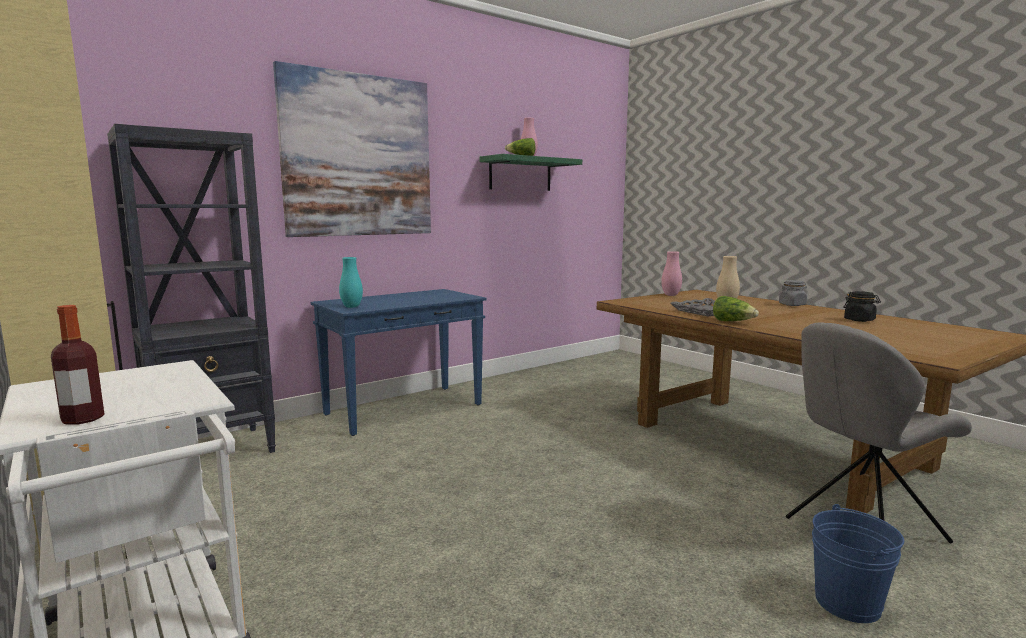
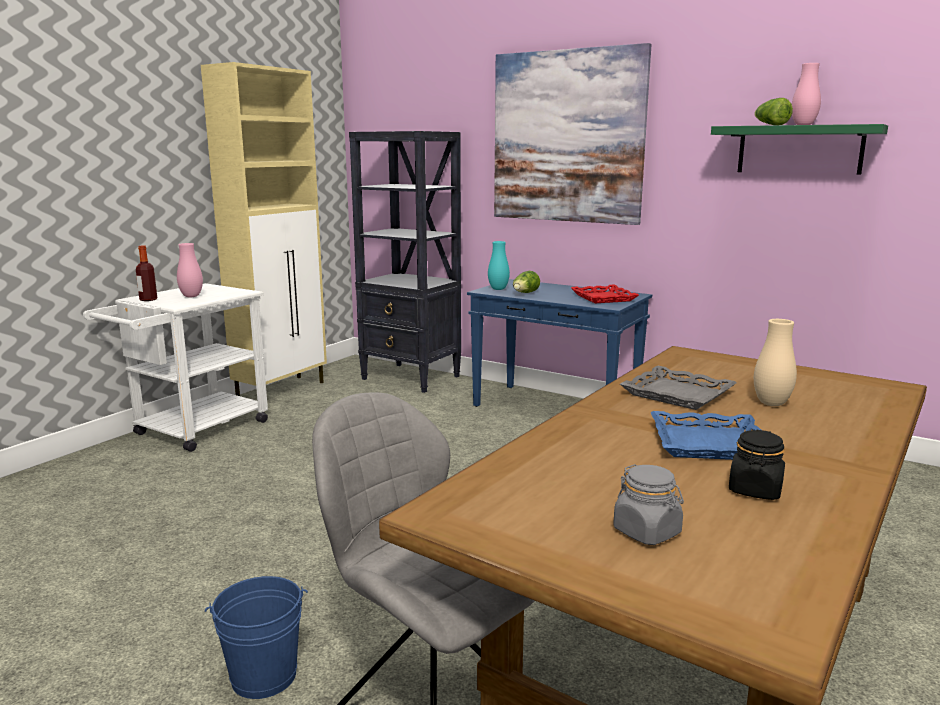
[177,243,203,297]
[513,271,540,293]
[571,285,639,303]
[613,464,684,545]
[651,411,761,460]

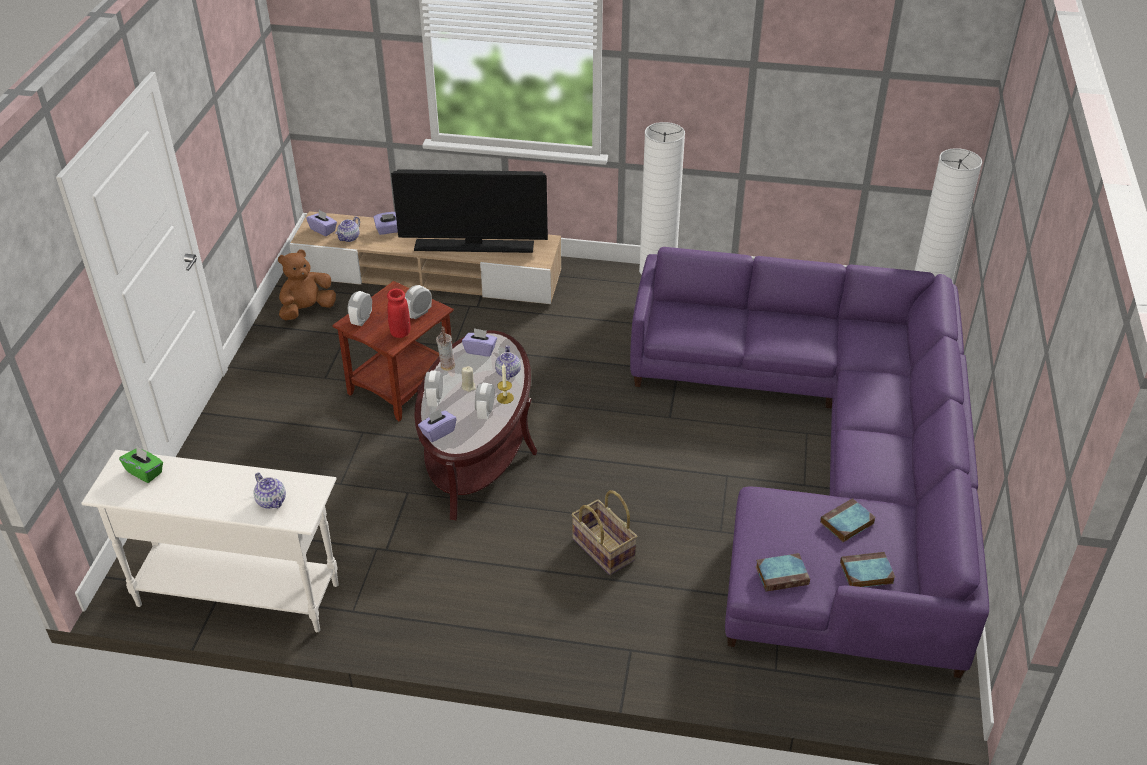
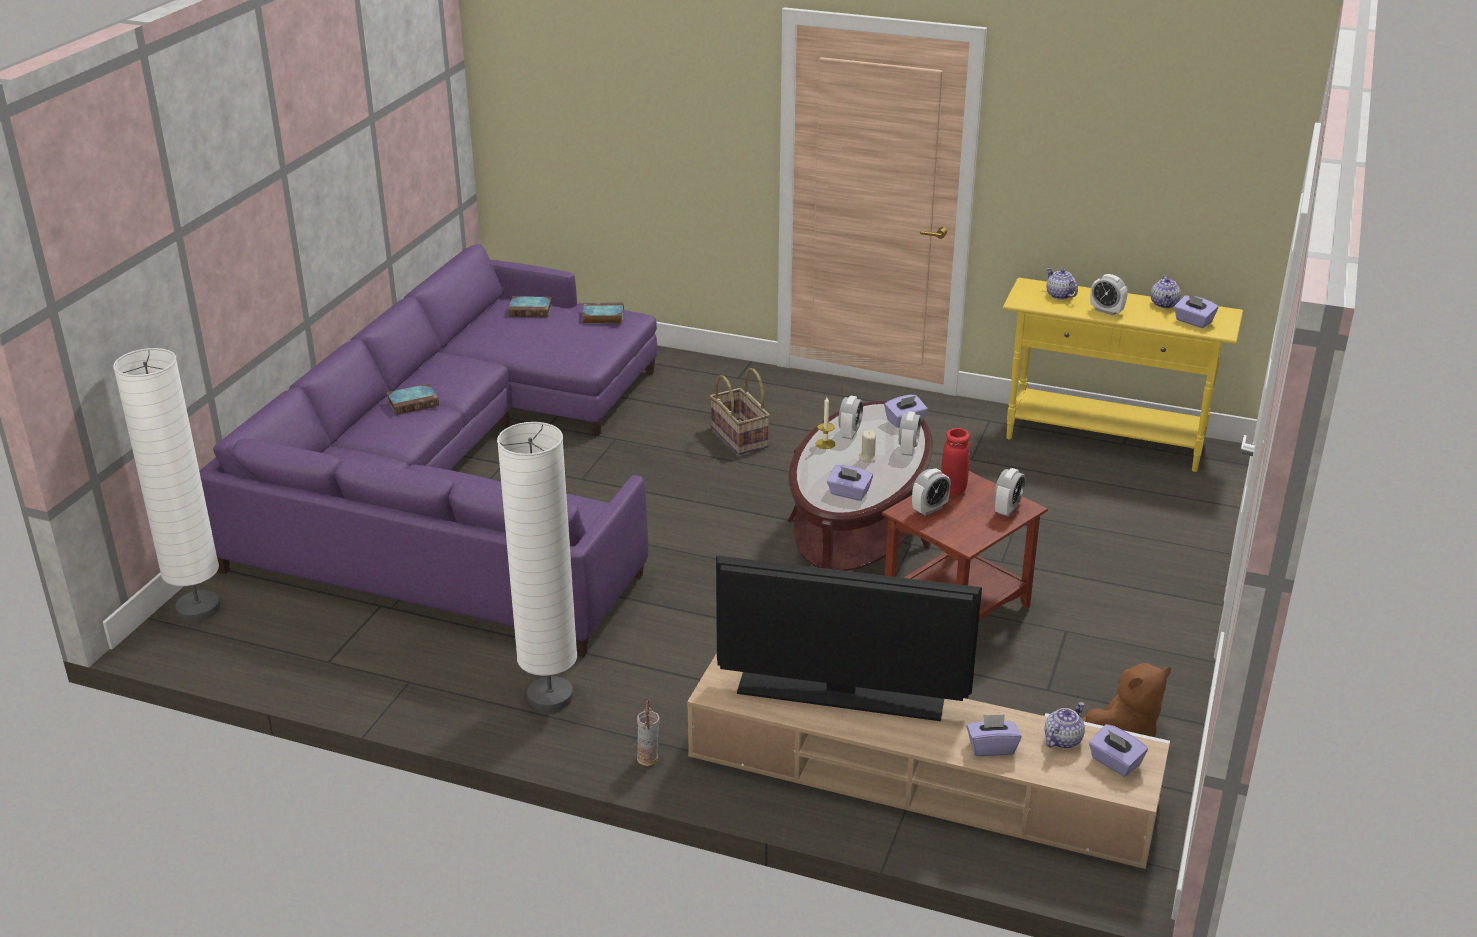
[386,384,439,415]
[637,699,660,766]
[1003,278,1243,472]
[1090,274,1127,316]
[1151,275,1181,308]
[1174,294,1218,328]

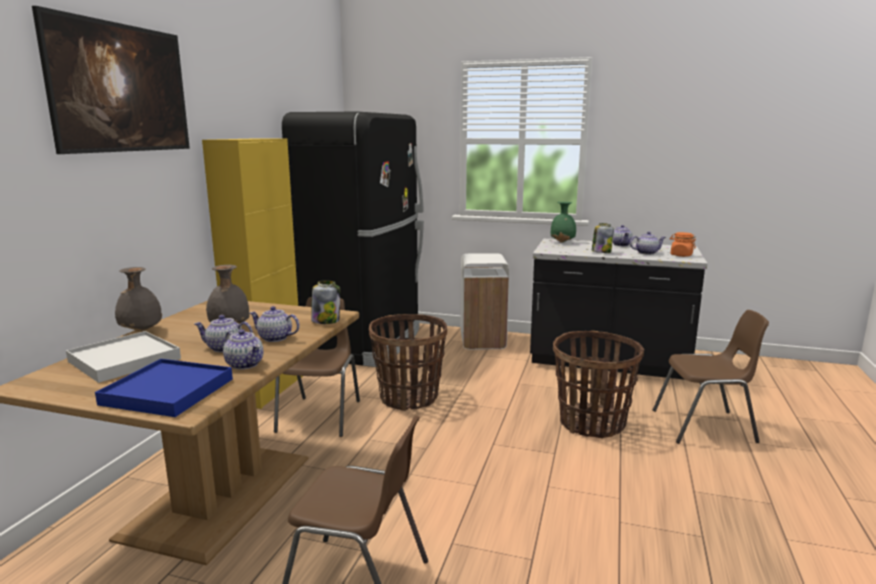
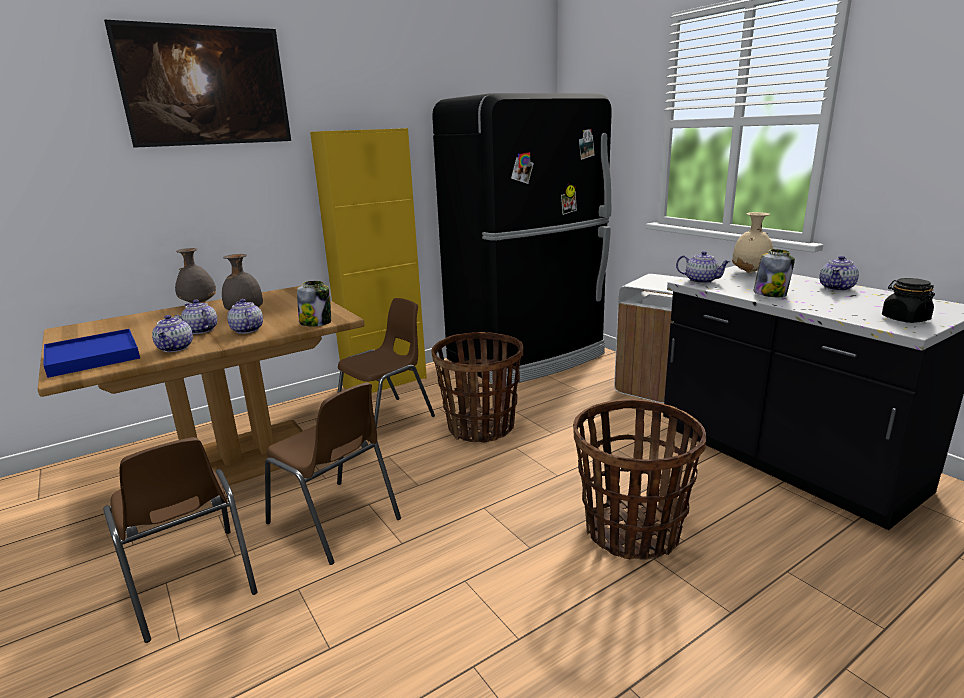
[265,382,401,565]
[676,251,731,284]
[732,212,774,273]
[882,278,935,323]
[66,331,181,383] (first image)

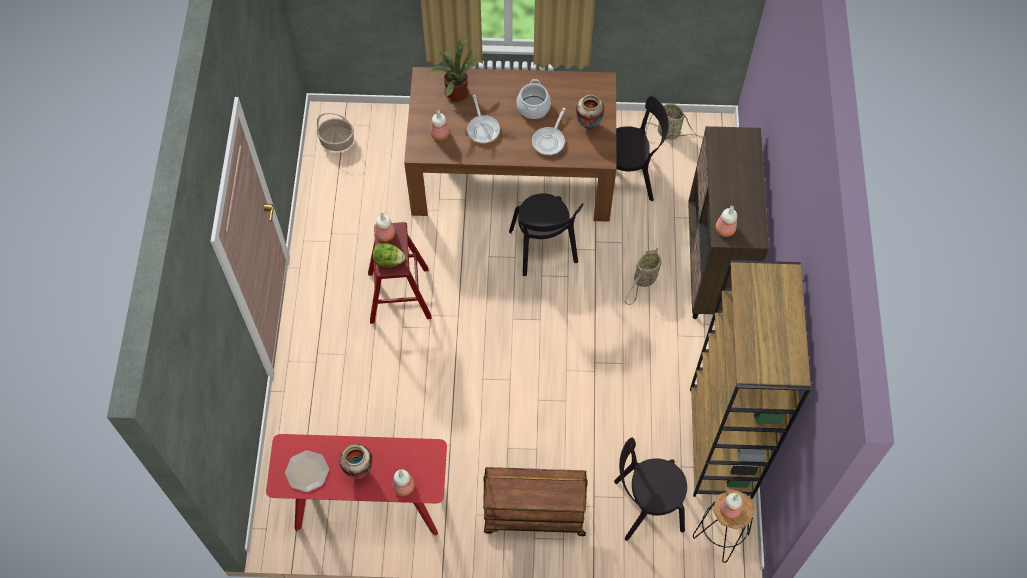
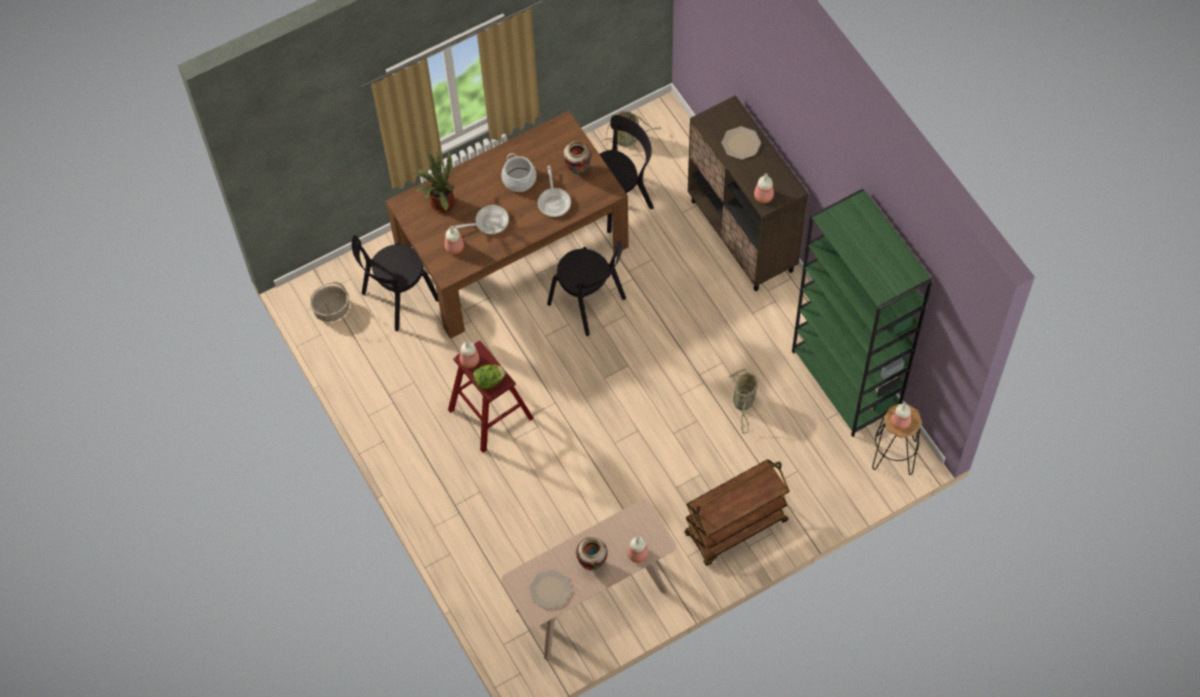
[351,235,438,332]
[453,205,509,234]
[501,500,676,660]
[722,126,761,160]
[729,368,758,434]
[792,189,933,437]

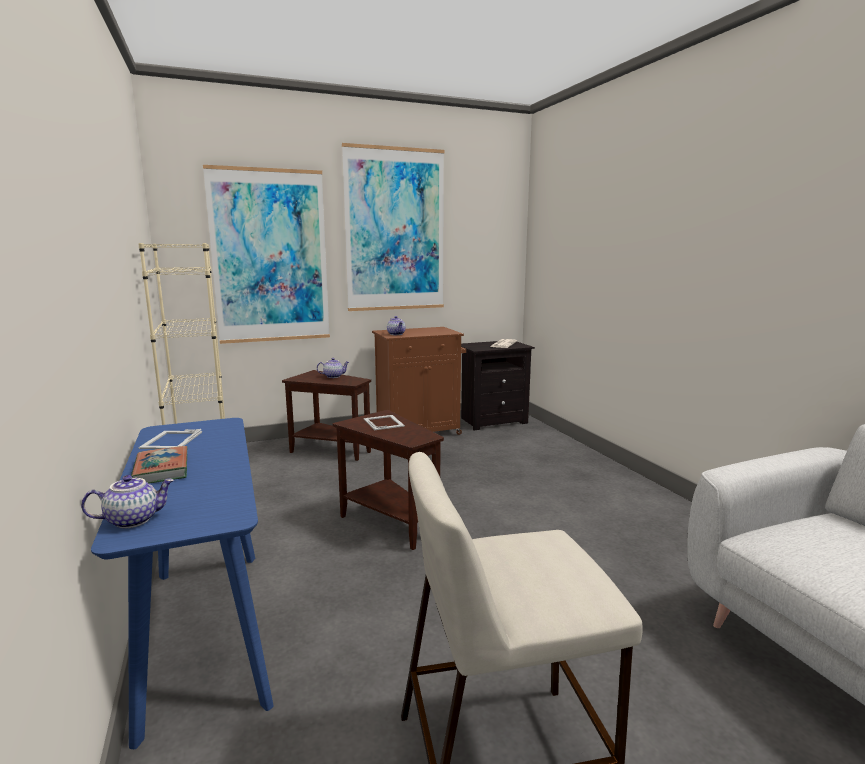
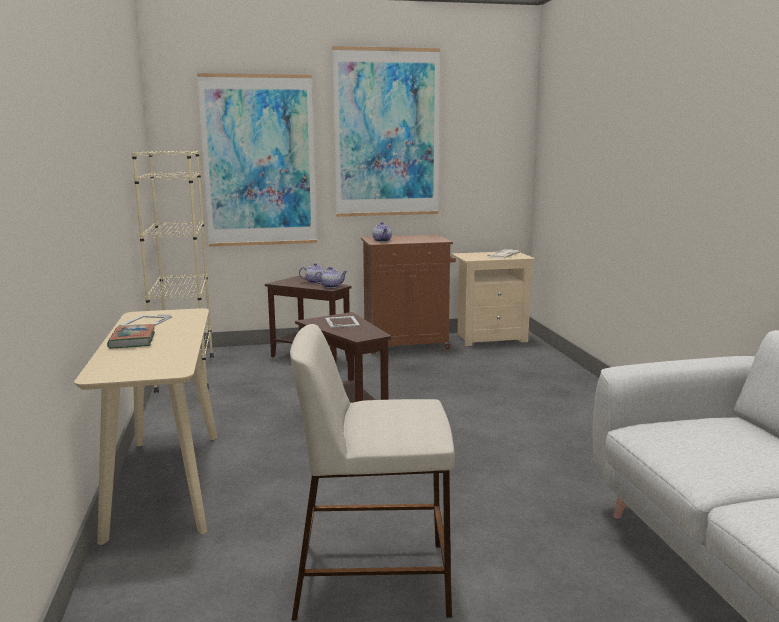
[74,308,217,545]
[314,267,348,288]
[451,252,535,346]

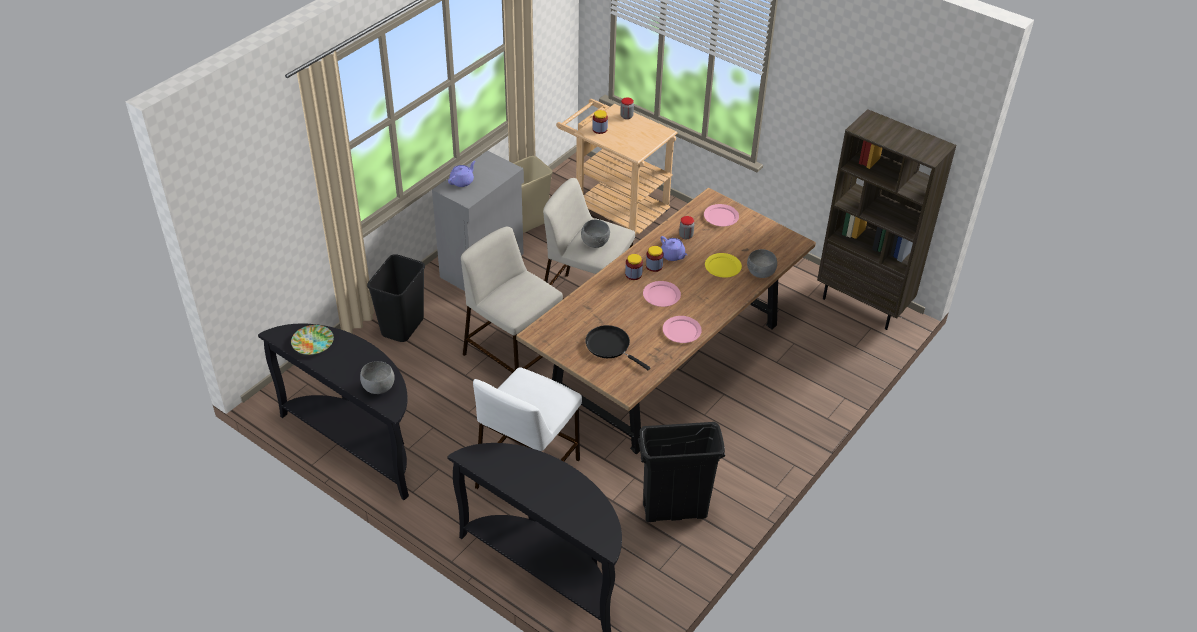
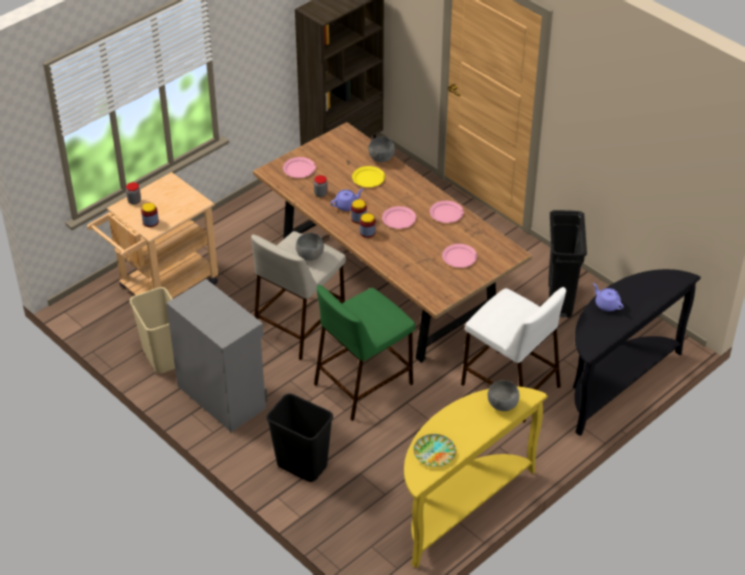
[314,285,415,421]
[404,386,548,568]
[442,244,477,268]
[593,283,624,311]

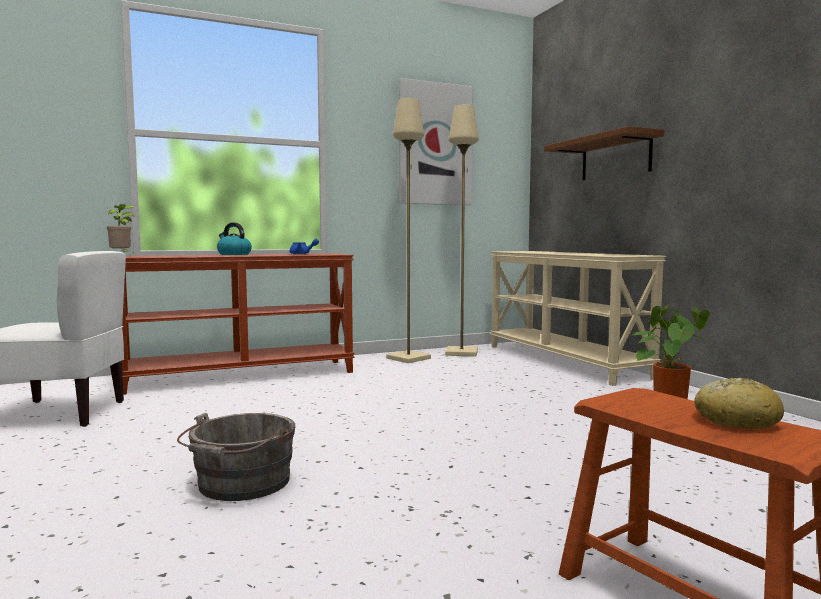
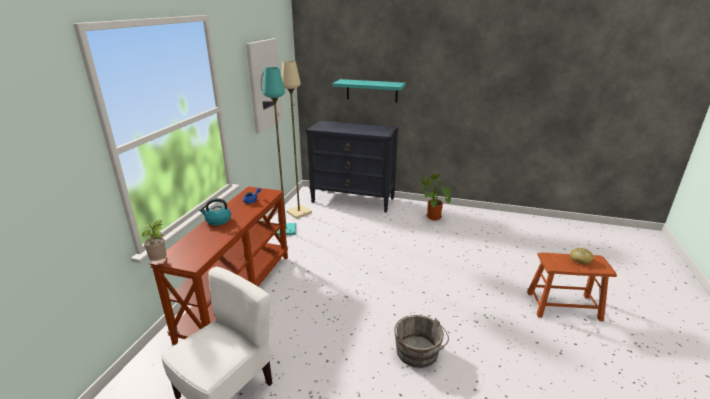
[263,67,296,236]
[306,120,399,213]
[332,79,406,103]

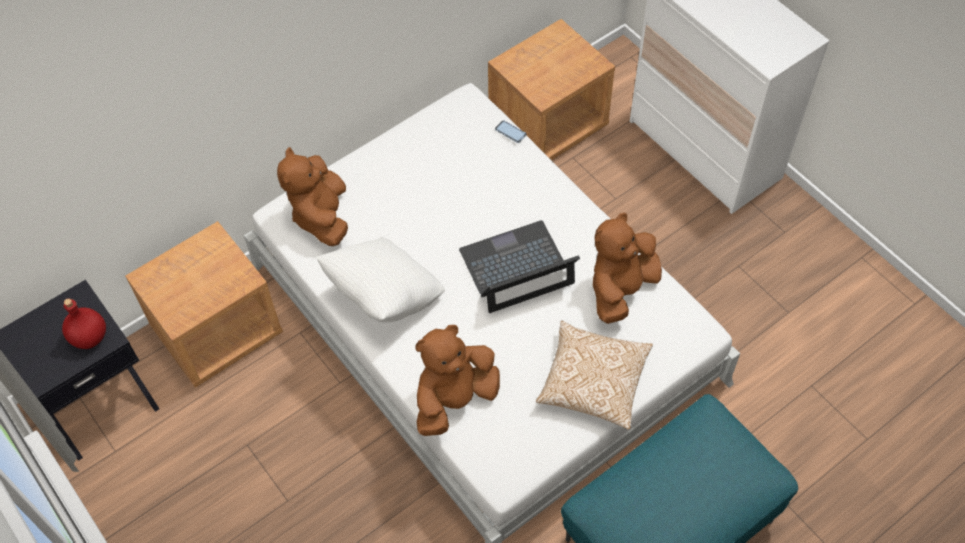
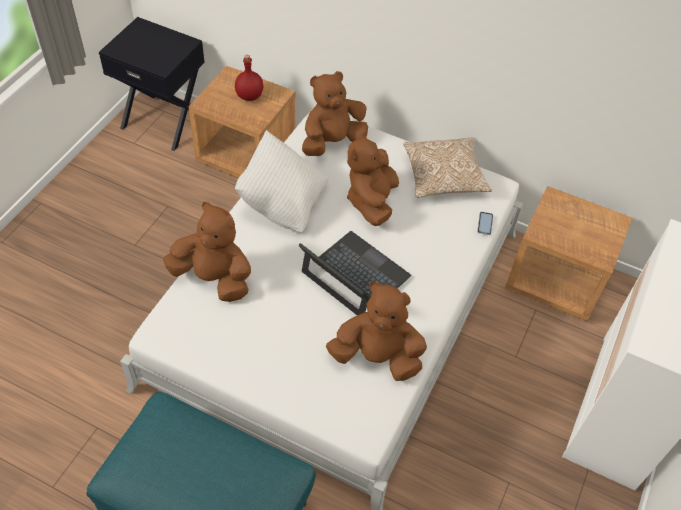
[235,55,263,101]
[347,132,399,226]
[403,138,492,198]

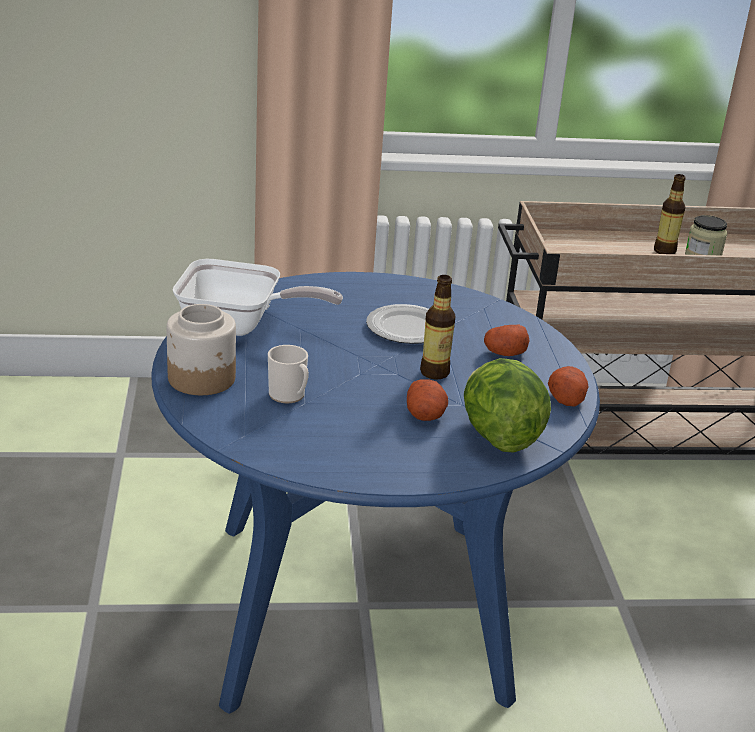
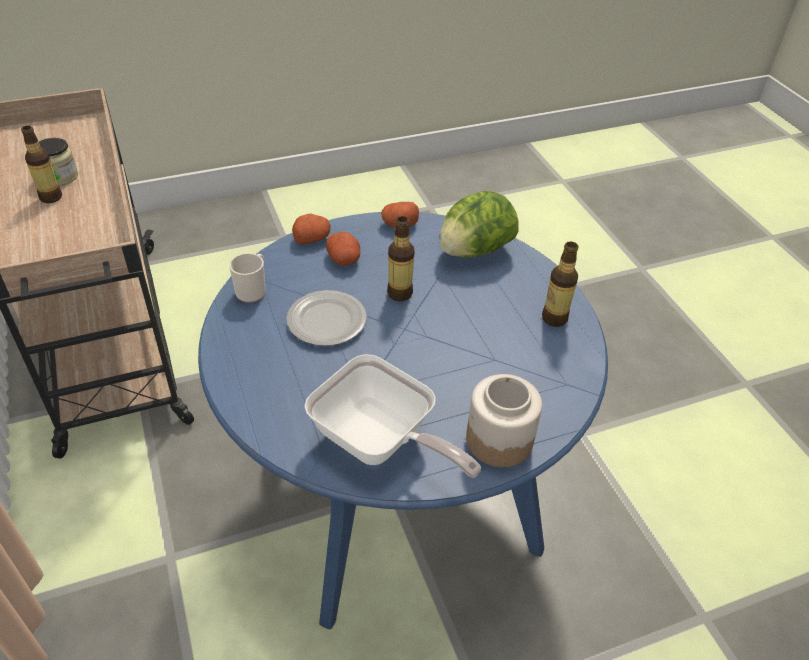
[229,253,266,303]
[292,214,331,244]
[304,354,481,478]
[542,241,579,327]

